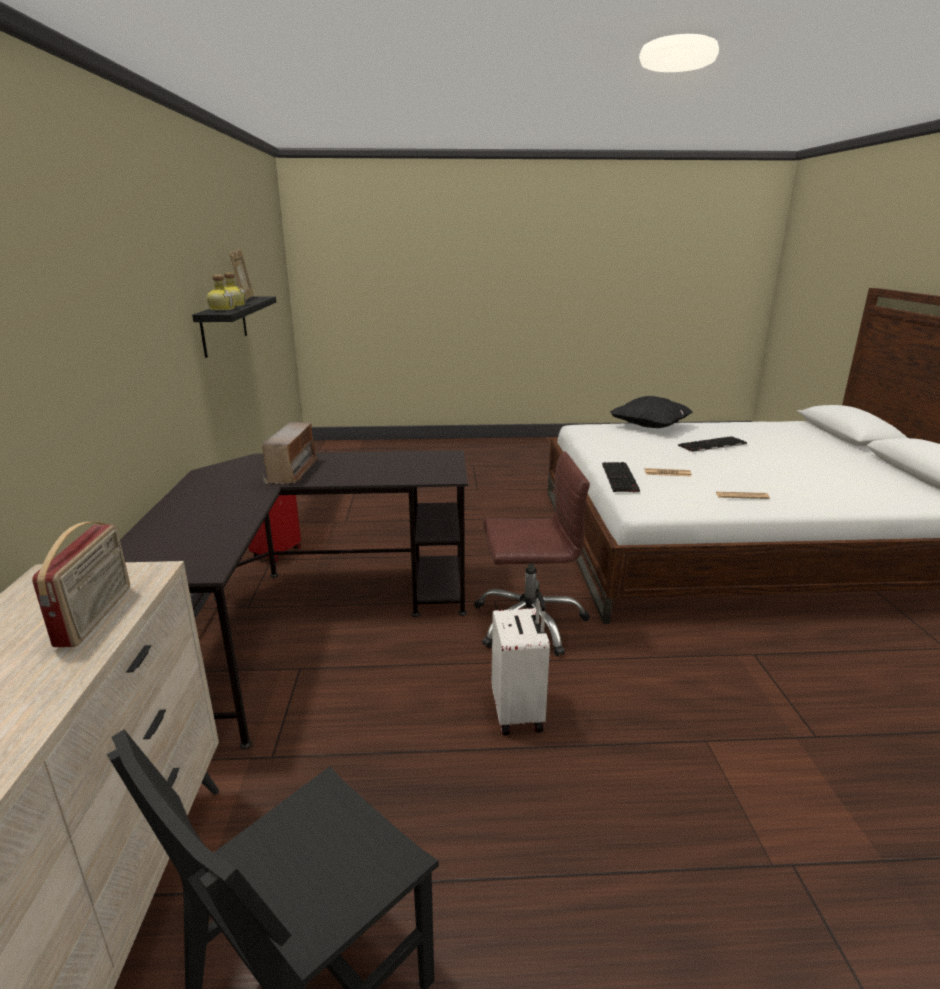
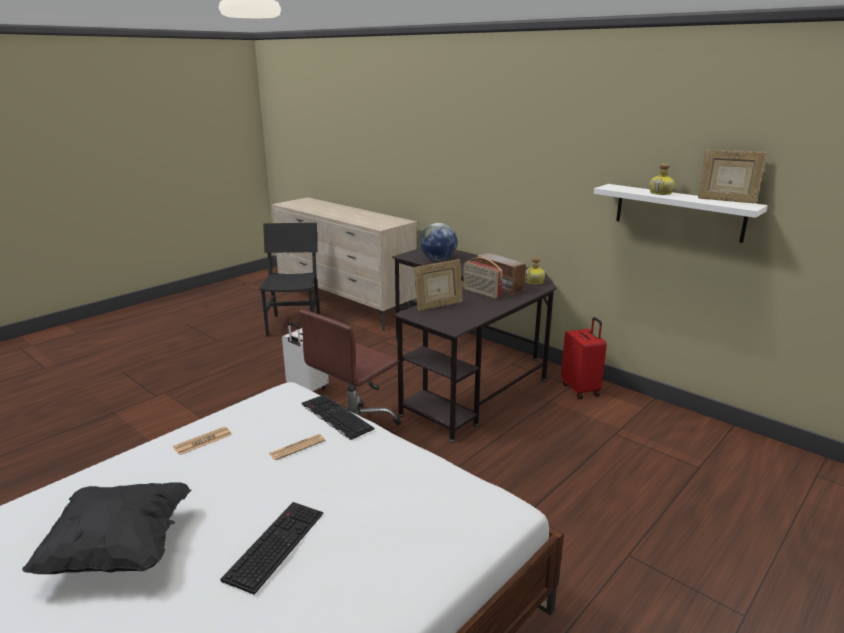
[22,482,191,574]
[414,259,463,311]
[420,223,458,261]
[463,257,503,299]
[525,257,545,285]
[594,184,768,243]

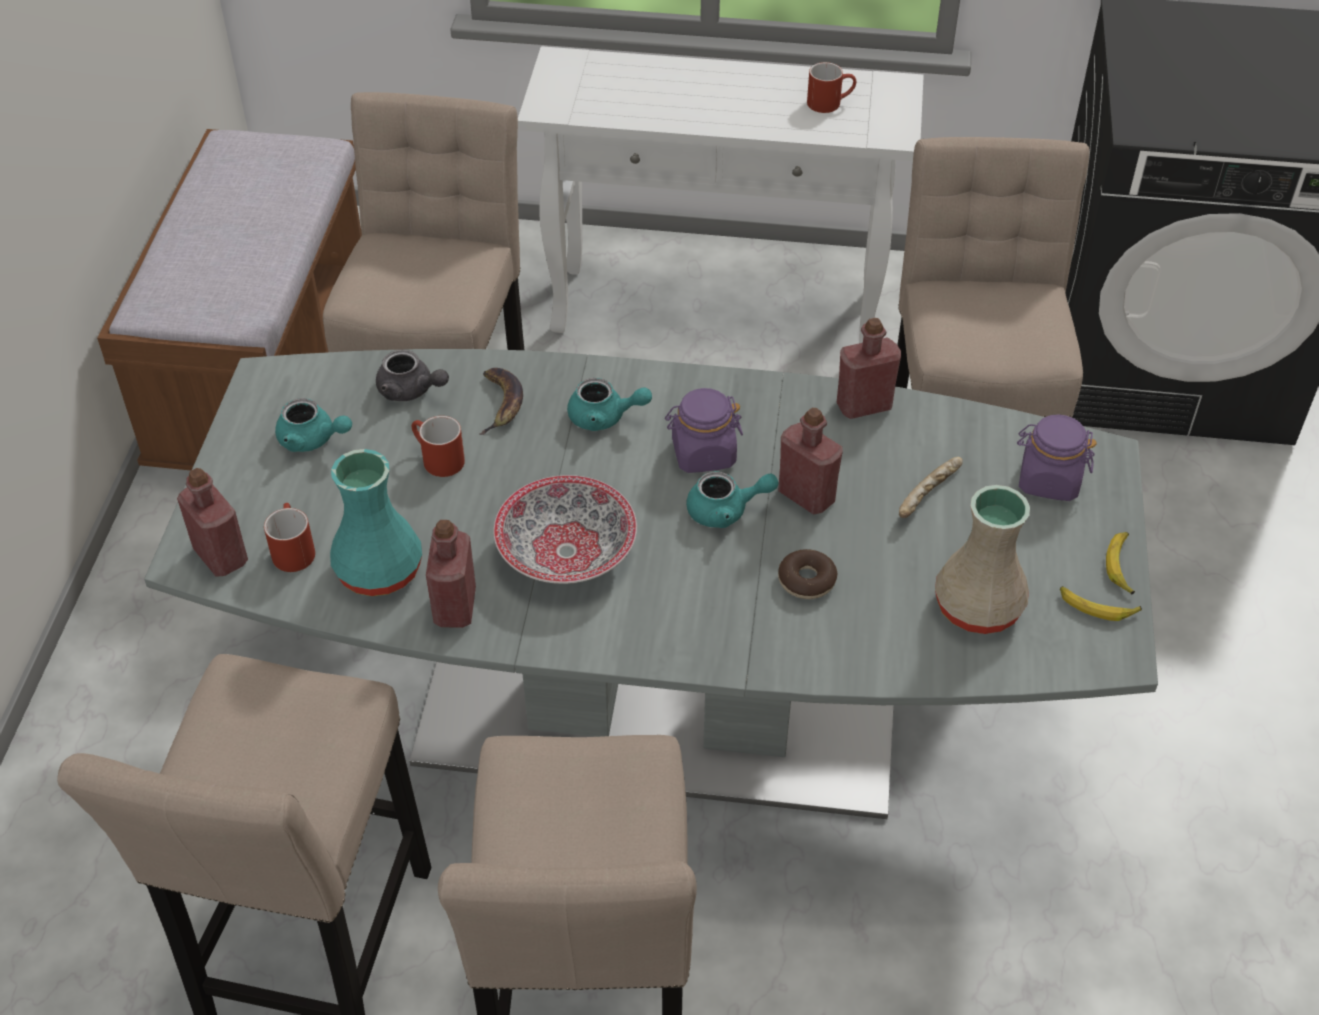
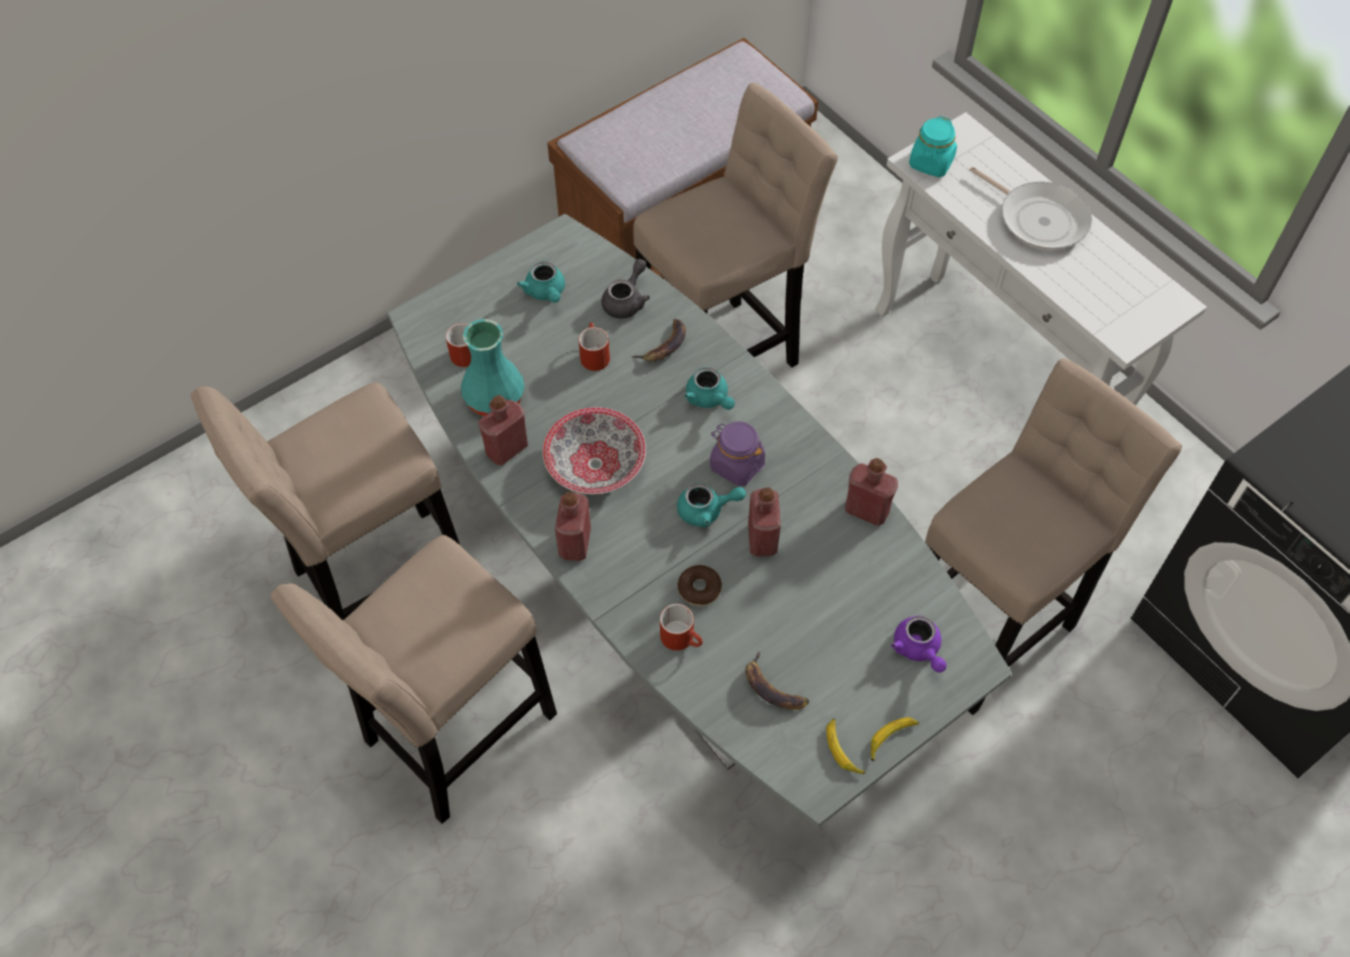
[555,492,591,561]
[601,259,650,319]
[660,604,703,650]
[677,483,746,527]
[745,652,809,710]
[891,616,947,673]
[909,116,957,177]
[969,167,1092,249]
[899,457,963,518] (first image)

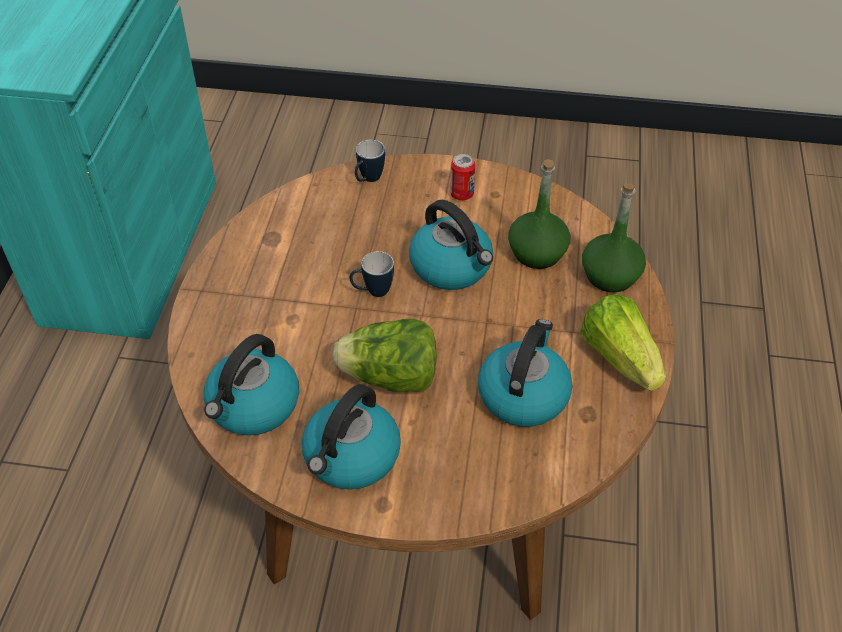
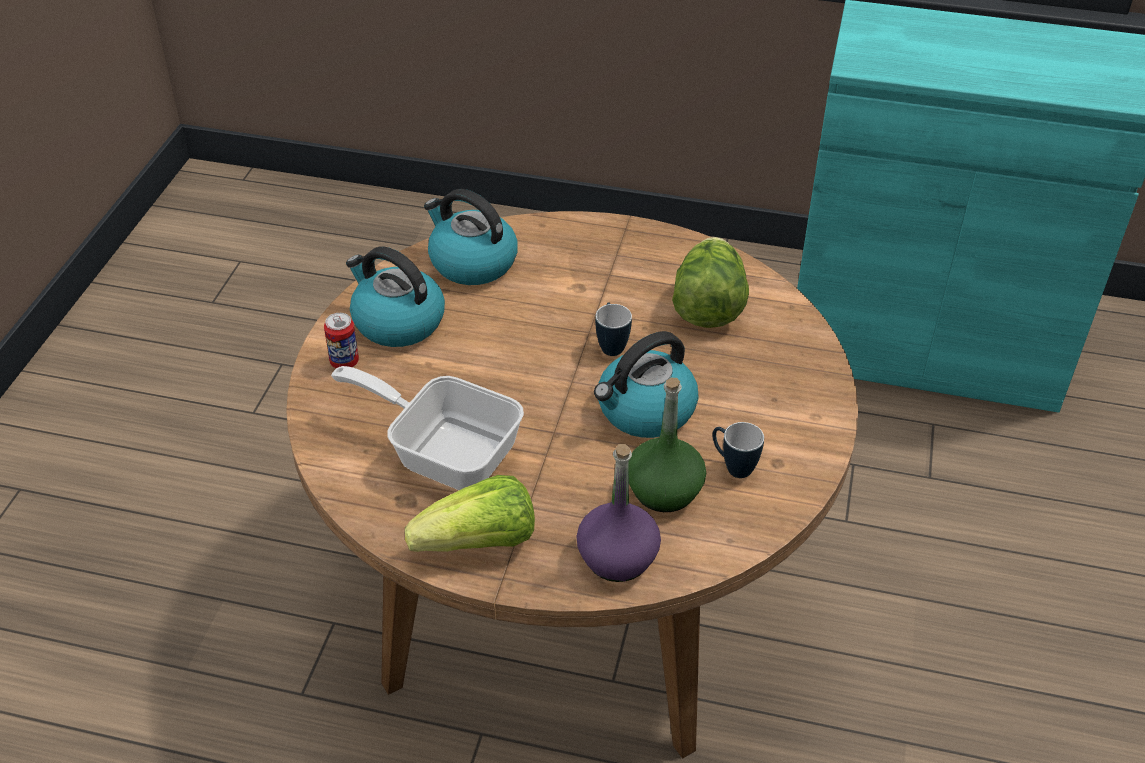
[324,313,359,368]
[331,366,524,490]
[576,444,661,582]
[672,237,749,328]
[713,422,764,478]

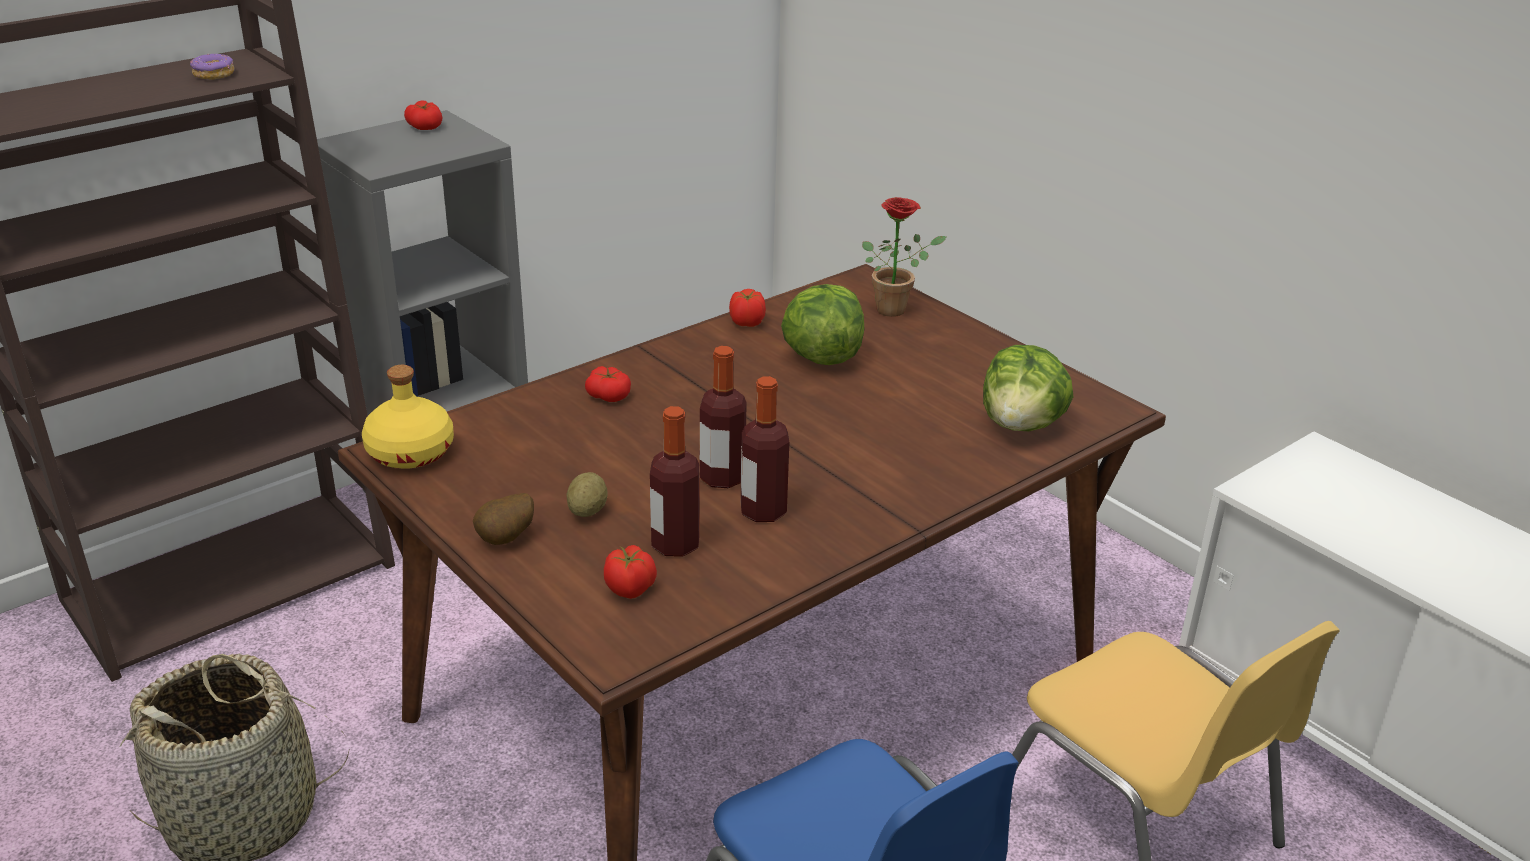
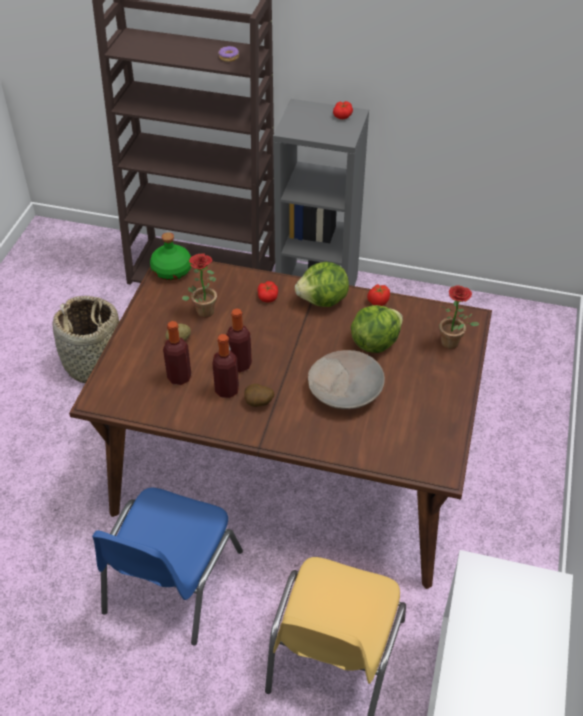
[150,232,192,280]
[182,253,217,318]
[244,384,274,407]
[295,262,349,307]
[308,350,385,409]
[604,545,657,599] (first image)

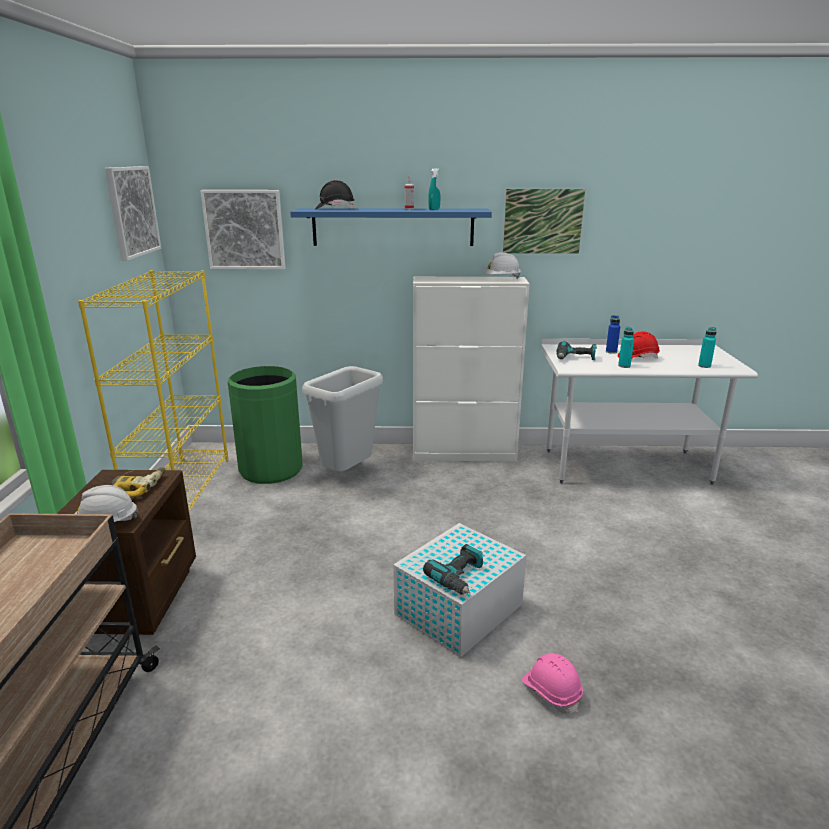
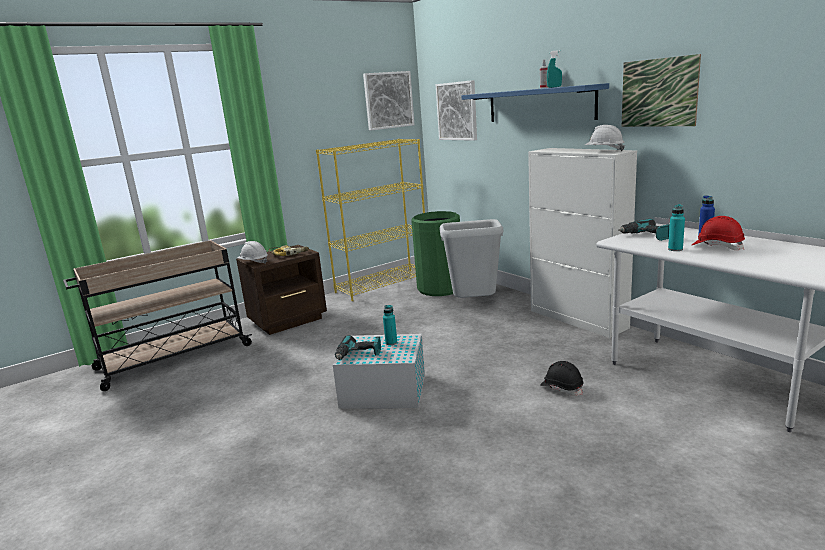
[383,305,397,345]
[540,361,584,396]
[522,654,583,714] (first image)

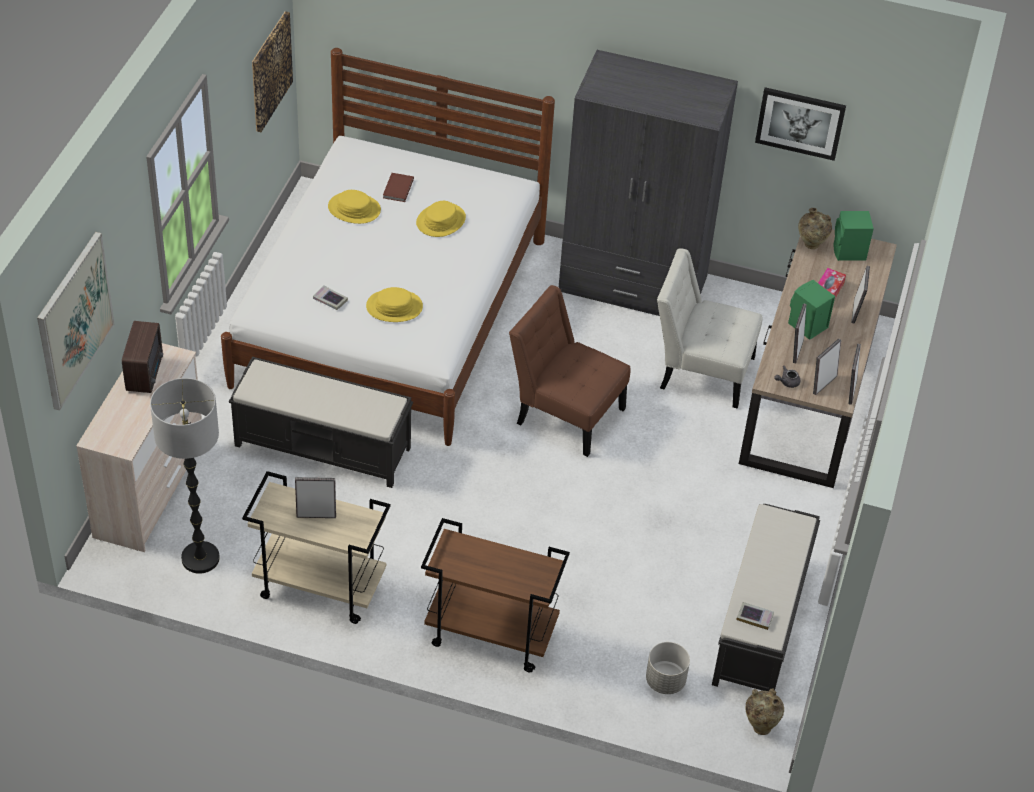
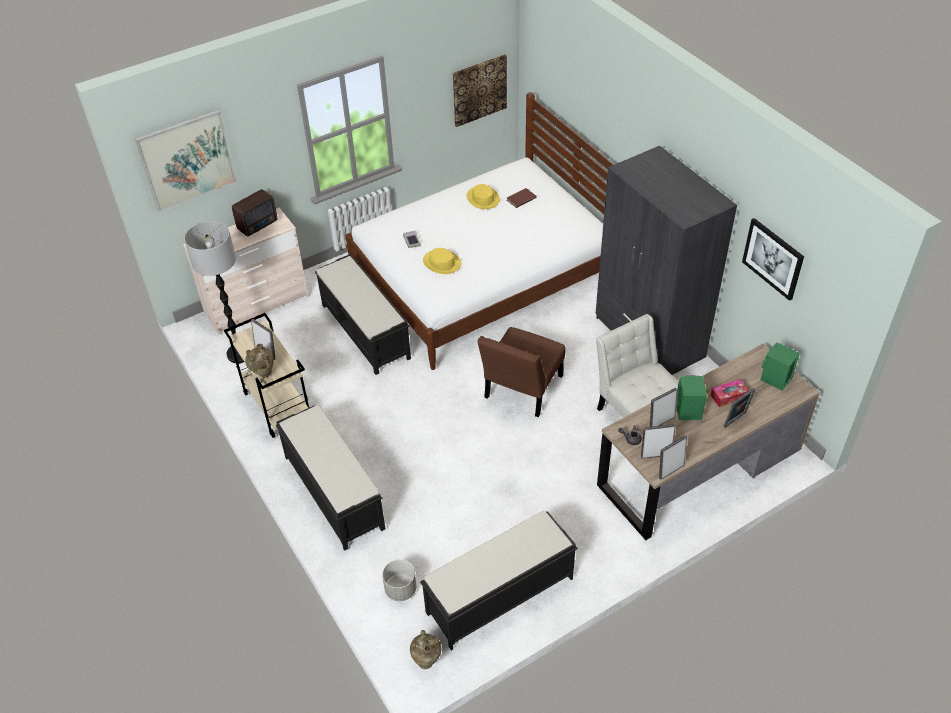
[245,344,273,378]
[276,405,385,551]
[477,327,565,417]
[416,201,466,237] (first image)
[736,602,774,630] (first image)

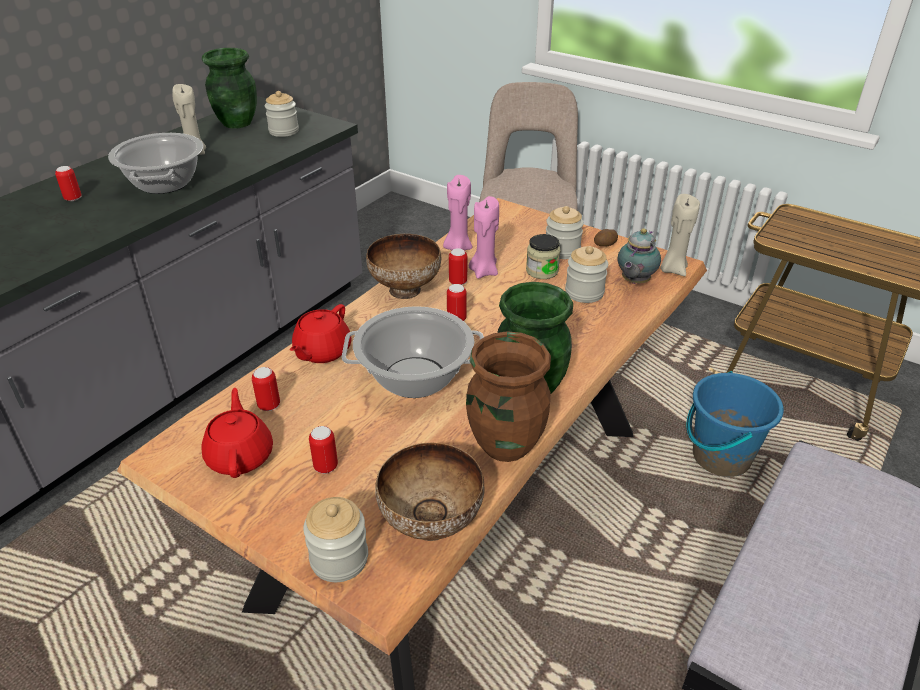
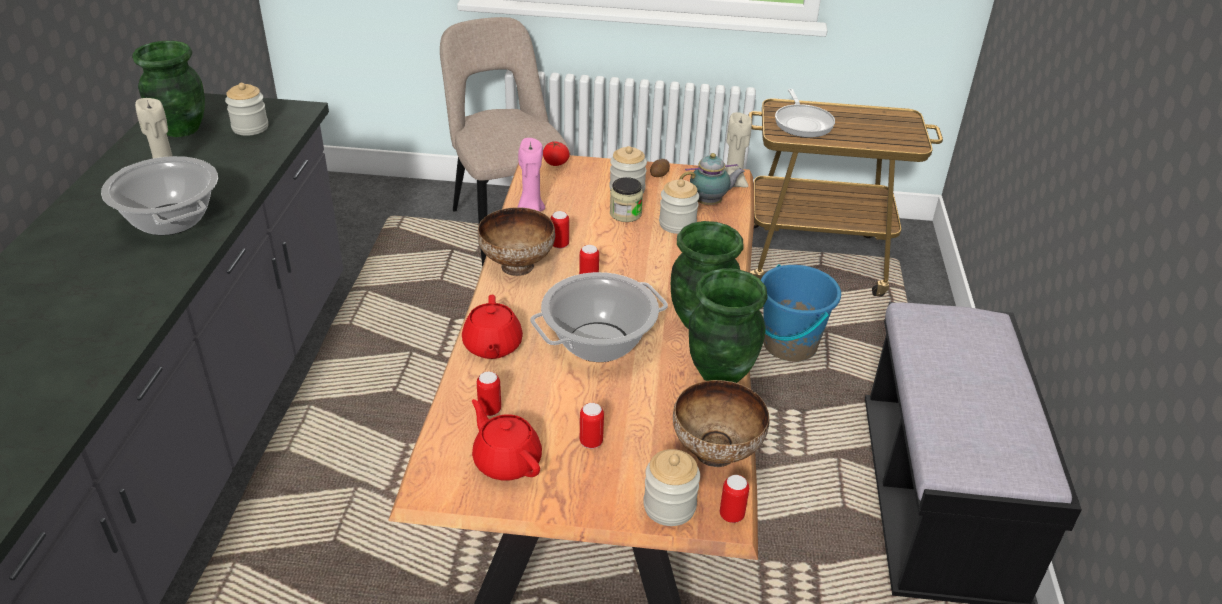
[543,141,570,166]
[679,153,745,205]
[689,268,768,383]
[720,475,749,523]
[775,89,835,138]
[469,196,499,279] (first image)

